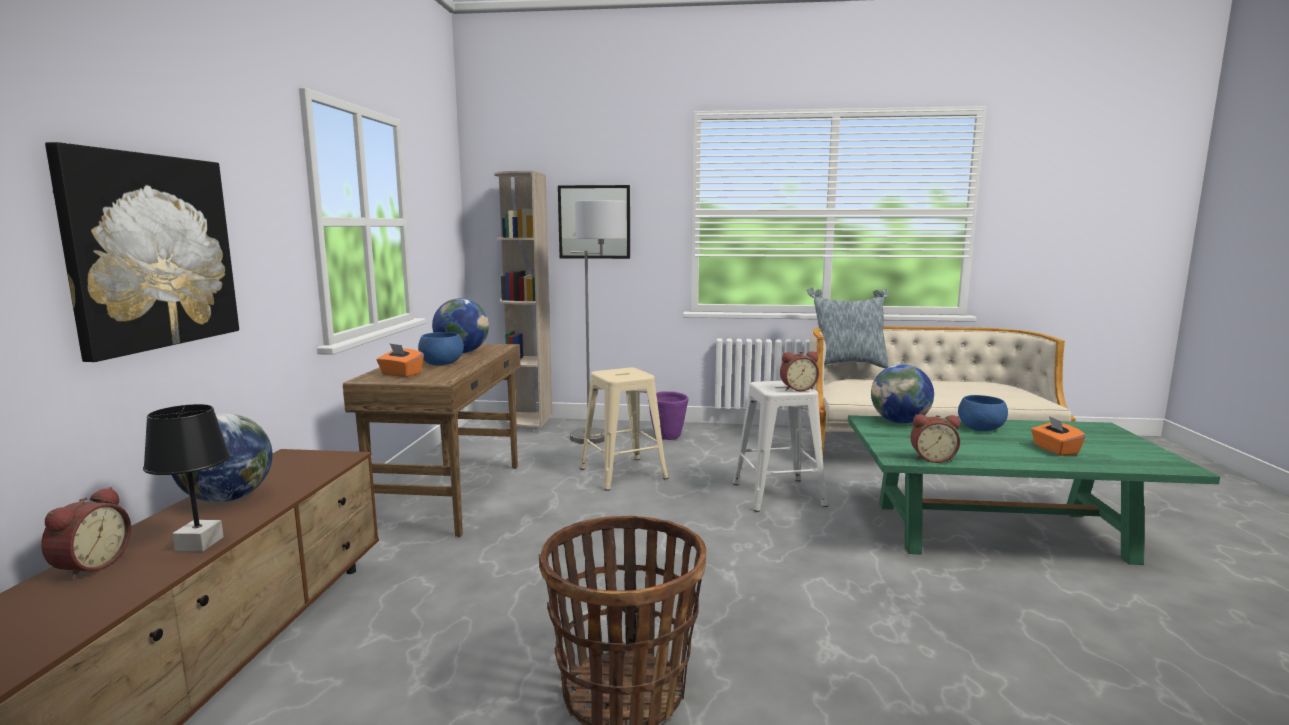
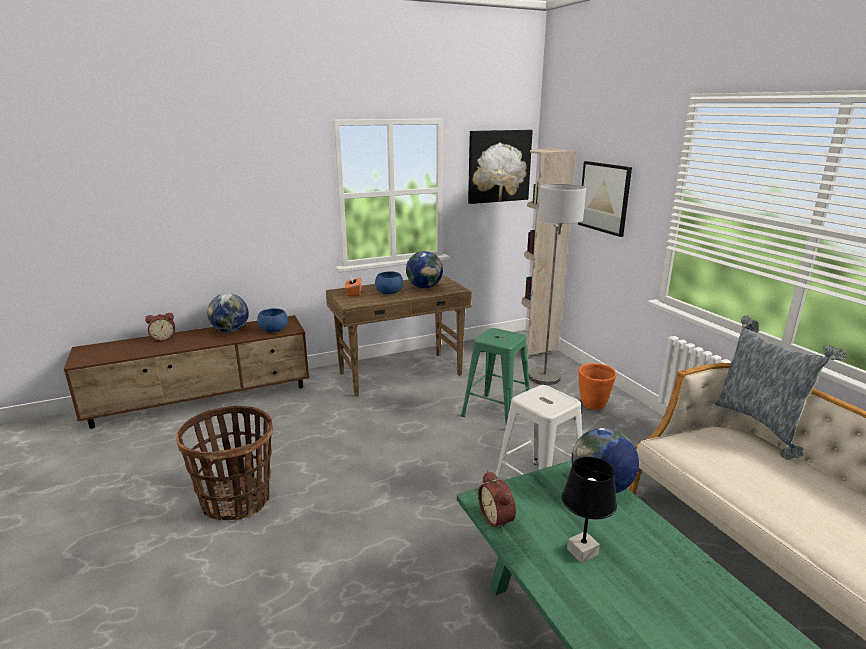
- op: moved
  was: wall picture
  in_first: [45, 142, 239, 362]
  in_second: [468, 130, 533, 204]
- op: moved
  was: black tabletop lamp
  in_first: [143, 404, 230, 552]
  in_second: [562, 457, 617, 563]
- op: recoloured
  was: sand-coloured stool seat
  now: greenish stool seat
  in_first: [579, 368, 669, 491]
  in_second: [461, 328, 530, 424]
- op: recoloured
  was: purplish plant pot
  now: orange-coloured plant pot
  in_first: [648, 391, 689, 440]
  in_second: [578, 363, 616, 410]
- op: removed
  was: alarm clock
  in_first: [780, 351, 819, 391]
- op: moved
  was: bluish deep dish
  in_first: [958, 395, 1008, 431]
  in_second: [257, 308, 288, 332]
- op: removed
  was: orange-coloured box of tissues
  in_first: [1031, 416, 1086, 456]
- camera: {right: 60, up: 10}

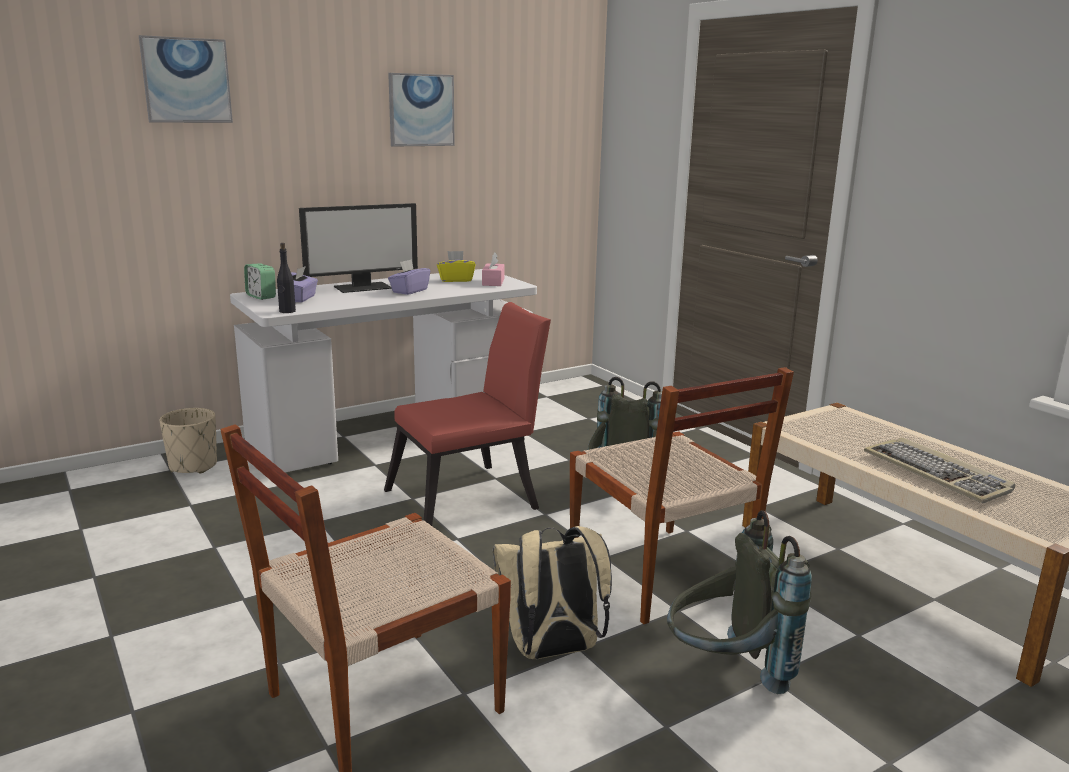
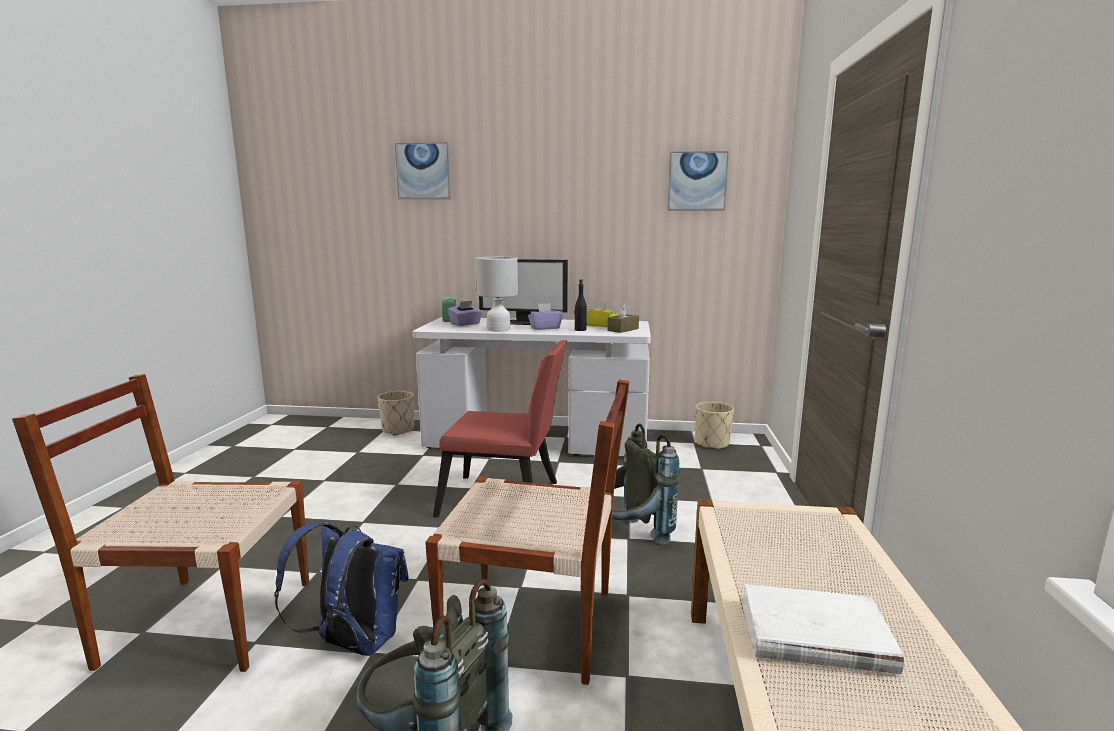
- op: moved
  was: black drink bottle
  in_first: [277, 243, 296, 313]
  in_second: [574, 279, 587, 331]
- op: moved
  was: wall picture
  in_first: [388, 73, 455, 147]
  in_second: [667, 151, 729, 211]
- op: recoloured
  was: pink box of tissues
  now: brown box of tissues
  in_first: [482, 252, 505, 286]
  in_second: [607, 304, 639, 333]
- op: recoloured
  was: sand-coloured backpack
  now: bluish backpack
  in_first: [493, 526, 612, 659]
  in_second: [274, 521, 409, 656]
- op: turned
  was: chair
  in_first: [570, 367, 794, 624]
  in_second: [425, 379, 630, 685]
  clockwise: -90
- op: replaced
  was: keyboard
  now: white-coloured book
  in_first: [864, 437, 1015, 503]
  in_second: [741, 584, 904, 674]
- op: added
  now: gray tabletop lamp
  in_second: [476, 257, 518, 332]
- op: added
  now: sand-coloured plant pot
  in_second: [695, 401, 734, 450]
- camera: {right: 40, up: -5}

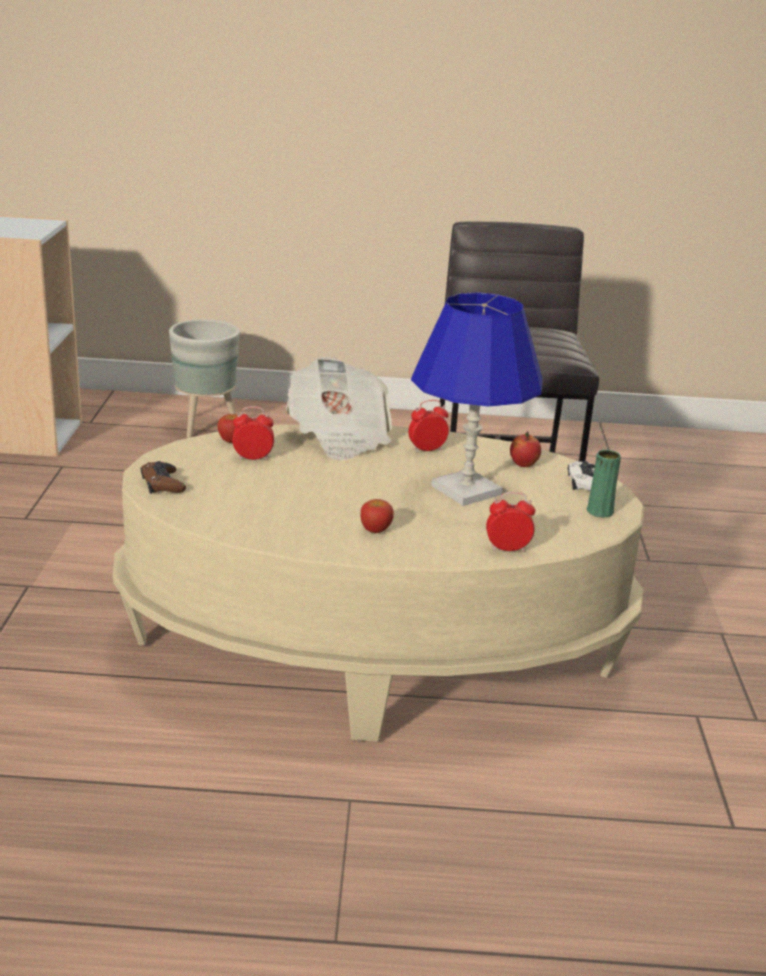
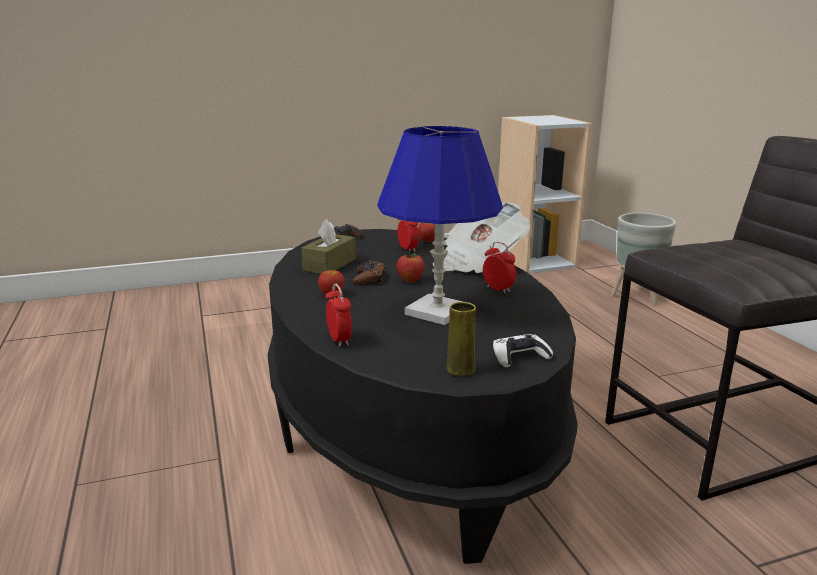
- op: recoloured
  was: sand-coloured coffee table
  now: black coffee table
  in_first: [113, 424, 644, 742]
  in_second: [268, 229, 578, 564]
- op: moved
  was: apple fruit
  in_first: [510, 431, 541, 467]
  in_second: [397, 250, 425, 283]
- op: recoloured
  was: greenish vase
  now: yellowish vase
  in_first: [587, 450, 621, 517]
  in_second: [446, 302, 476, 377]
- op: added
  now: brown box of tissues
  in_second: [301, 219, 356, 274]
- op: added
  now: brown joypad
  in_second: [352, 260, 385, 285]
- camera: {right: 70, up: -5}

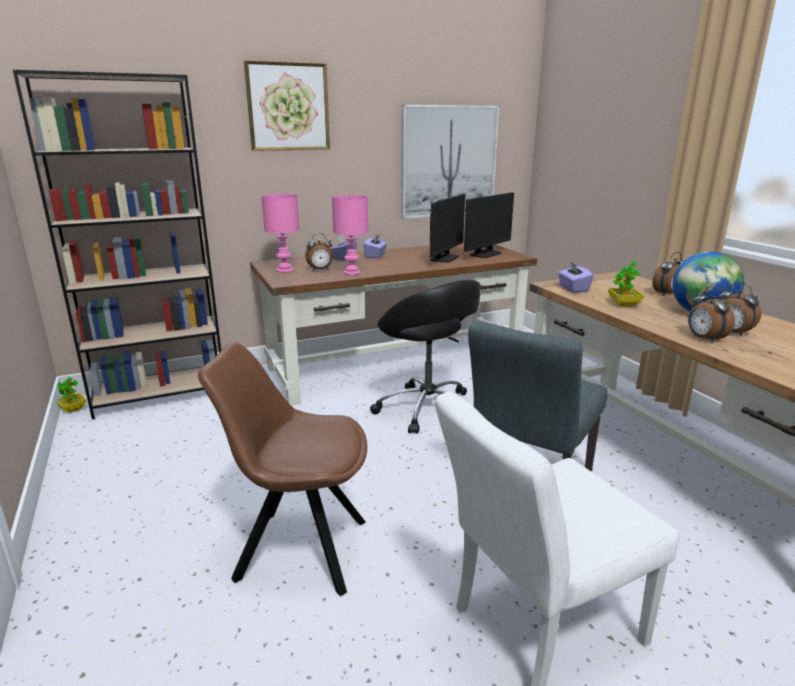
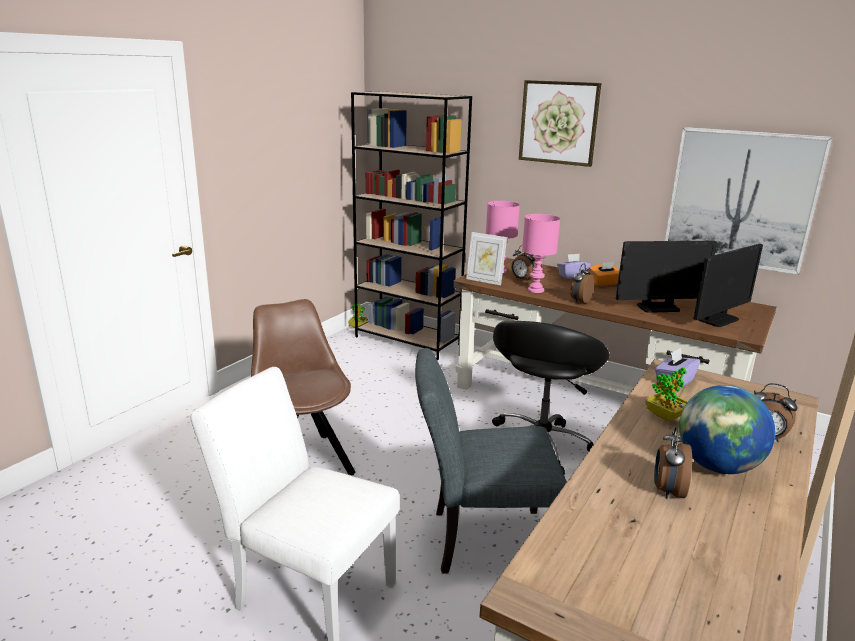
- op: recoloured
  was: purplish box of tissues
  now: orange-coloured box of tissues
  in_first: [363, 234, 387, 258]
  in_second: [588, 262, 620, 286]
- op: turned
  was: computer screen
  in_first: [464, 192, 514, 258]
  in_second: [694, 244, 763, 327]
  clockwise: -45
- op: moved
  was: alarm clock
  in_first: [688, 286, 735, 343]
  in_second: [570, 263, 594, 304]
- op: added
  now: photo frame
  in_second: [466, 232, 507, 285]
- camera: {right: 55, up: 0}

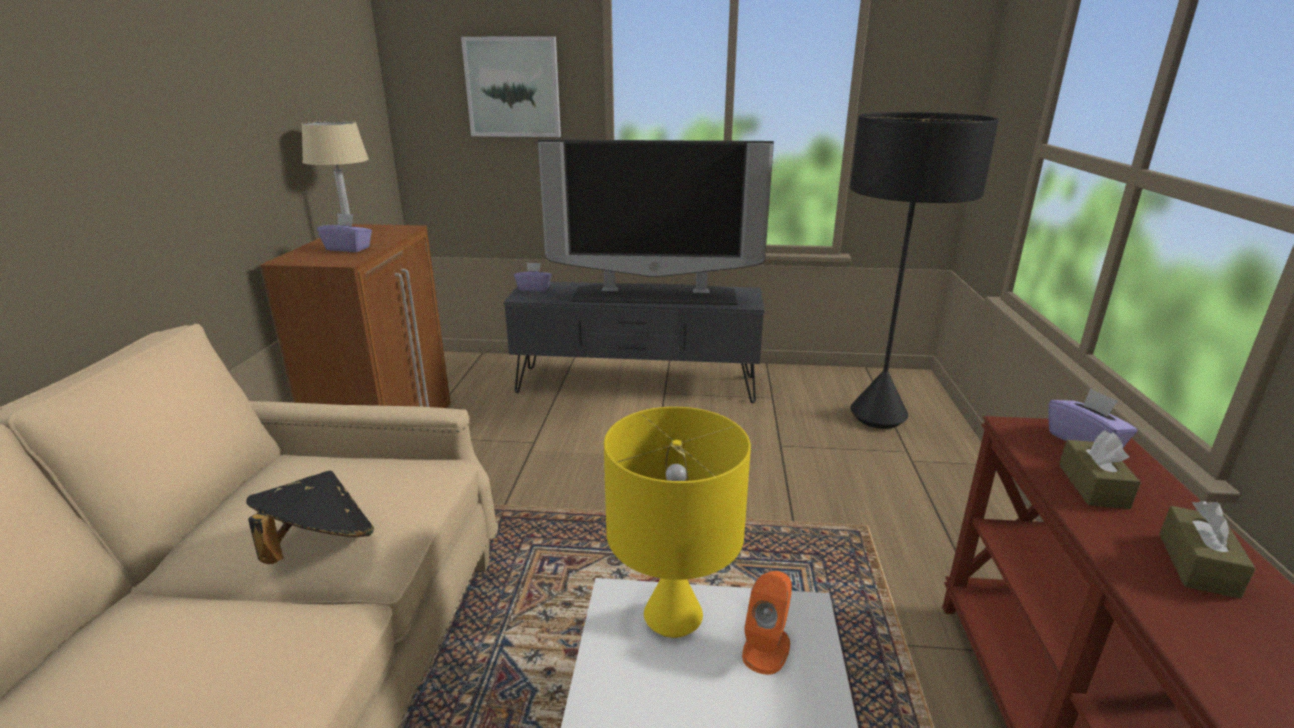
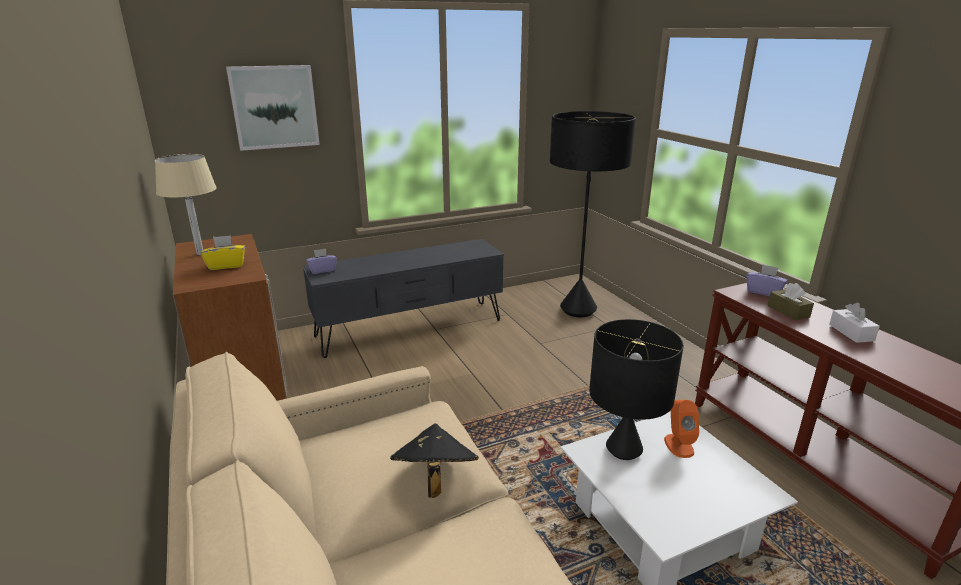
- op: recoloured
  was: purplish box of tissues
  now: yellowish box of tissues
  in_first: [317, 214, 372, 252]
  in_second: [201, 235, 245, 270]
- op: removed
  was: TV set
  in_first: [538, 139, 774, 305]
- op: recoloured
  was: yellowish tabletop lamp
  now: black tabletop lamp
  in_first: [604, 407, 751, 638]
  in_second: [589, 319, 684, 460]
- op: recoloured
  was: brown box of tissues
  now: white-coloured box of tissues
  in_first: [1159, 501, 1256, 599]
  in_second: [829, 303, 880, 343]
- camera: {right: -30, up: 0}

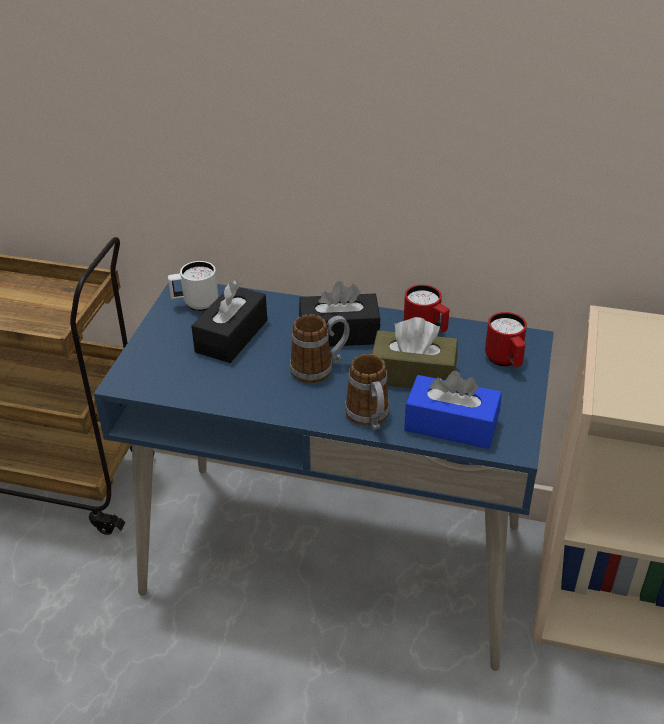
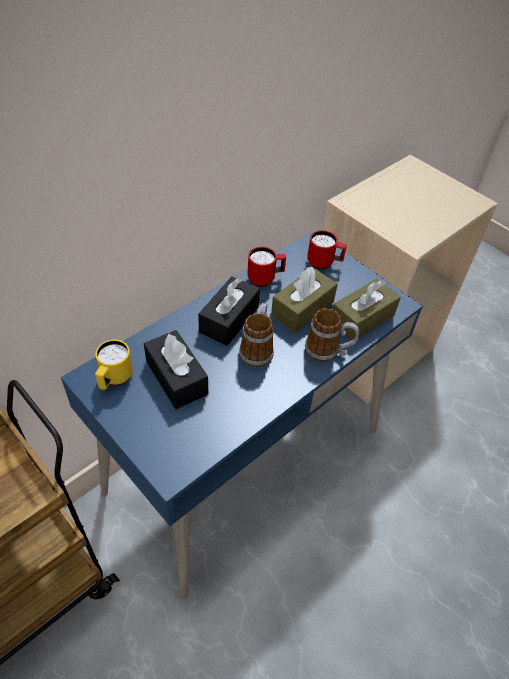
- op: recoloured
  was: white-coloured mug
  now: yellowish mug
  in_first: [168, 261, 218, 311]
  in_second: [95, 339, 133, 390]
- op: recoloured
  was: bluish box of tissues
  now: brown box of tissues
  in_first: [404, 371, 502, 449]
  in_second: [333, 279, 401, 341]
- camera: {right: -60, up: 10}

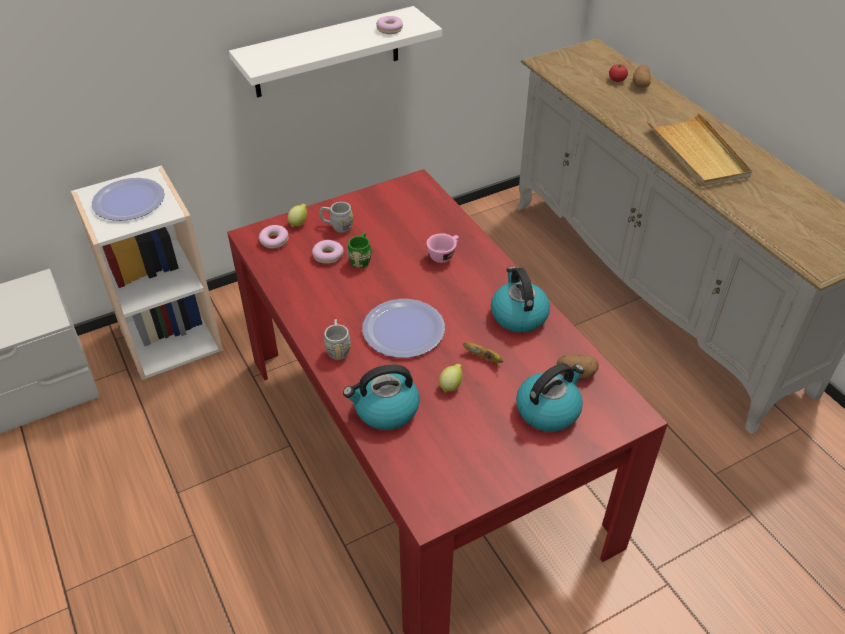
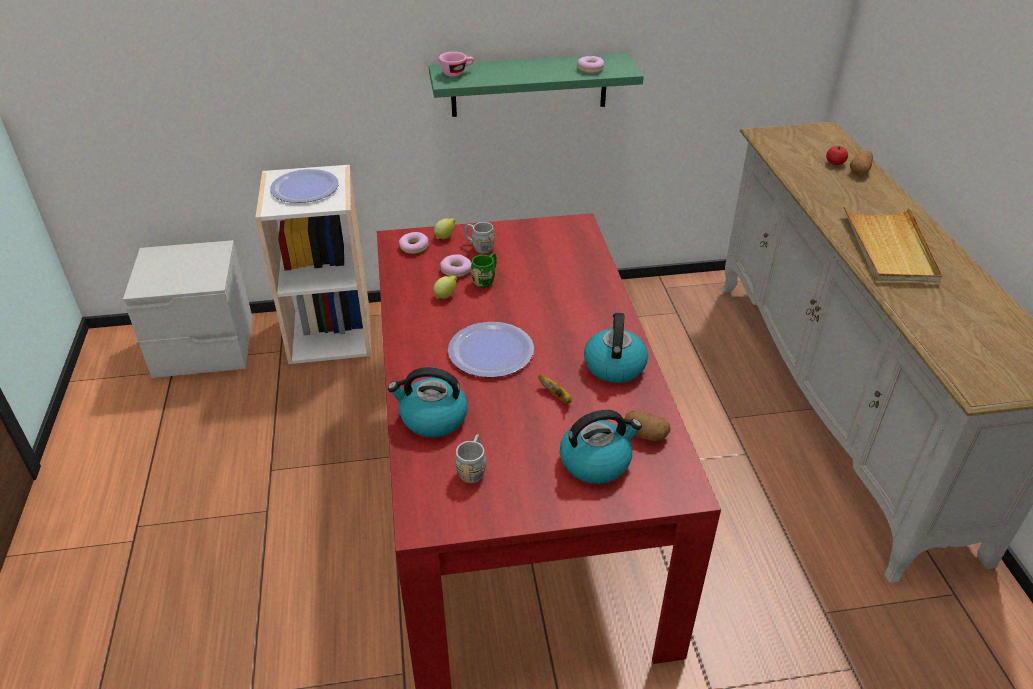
- op: recoloured
  was: white-coloured bracket shelf
  now: greenish bracket shelf
  in_first: [229, 6, 442, 98]
  in_second: [429, 53, 644, 117]
- op: moved
  was: gray mug
  in_first: [324, 319, 351, 360]
  in_second: [455, 435, 486, 483]
- op: moved
  was: pink drinking cup
  in_first: [426, 233, 459, 263]
  in_second: [439, 52, 474, 77]
- op: moved
  was: citrus fruit
  in_first: [439, 364, 463, 392]
  in_second: [433, 275, 457, 299]
- camera: {right: 20, up: -5}

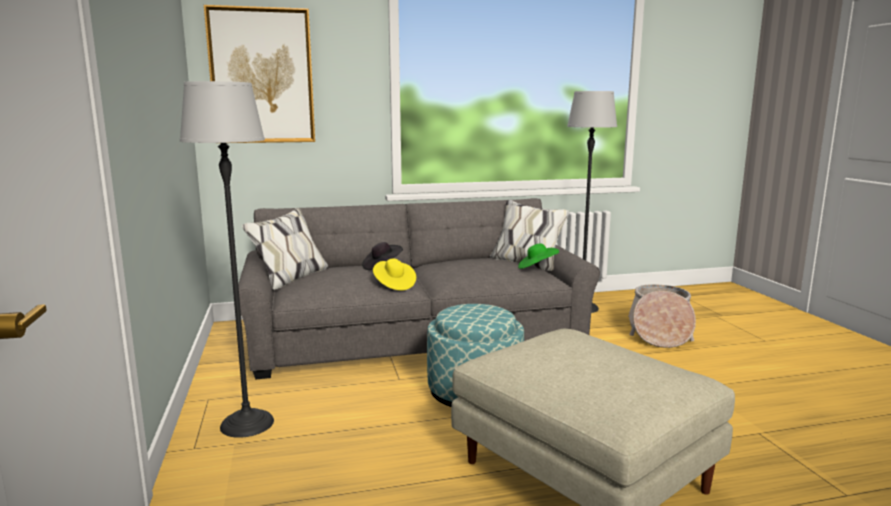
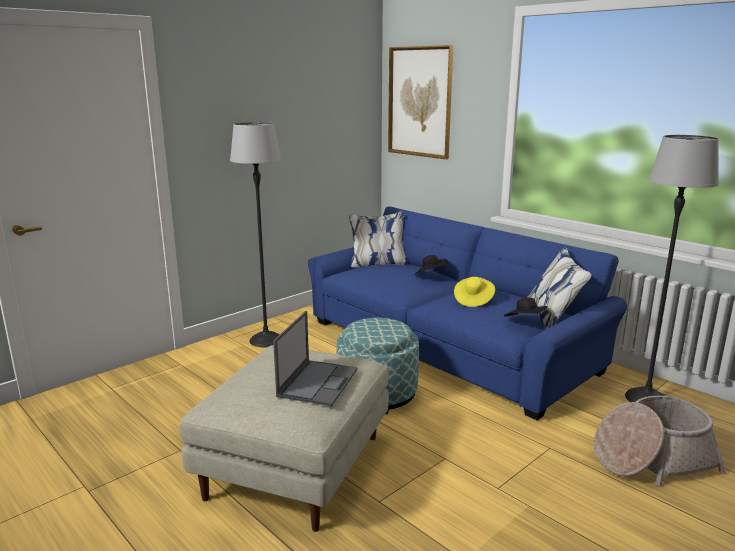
- op: recoloured
  was: gray settee
  now: bluish settee
  in_first: [238, 198, 600, 379]
  in_second: [308, 207, 627, 420]
- op: moved
  was: yellowish clothing hat
  in_first: [373, 258, 416, 291]
  in_second: [454, 277, 495, 307]
- op: recoloured
  was: greenish clothing hat
  now: black clothing hat
  in_first: [518, 243, 559, 269]
  in_second: [504, 298, 548, 317]
- op: added
  now: portable computer
  in_second: [273, 311, 358, 406]
- camera: {right: 60, up: 5}

